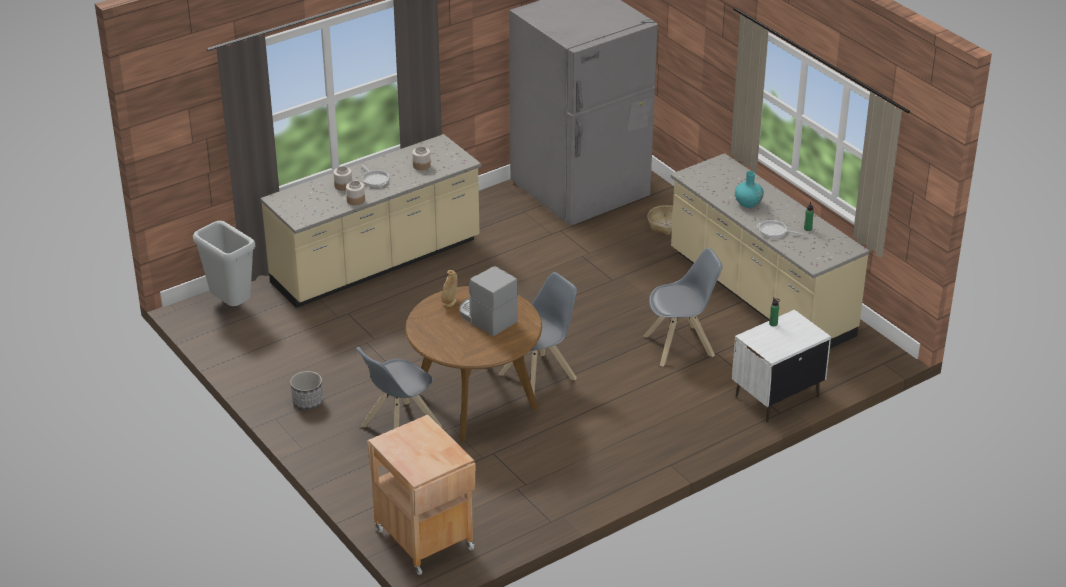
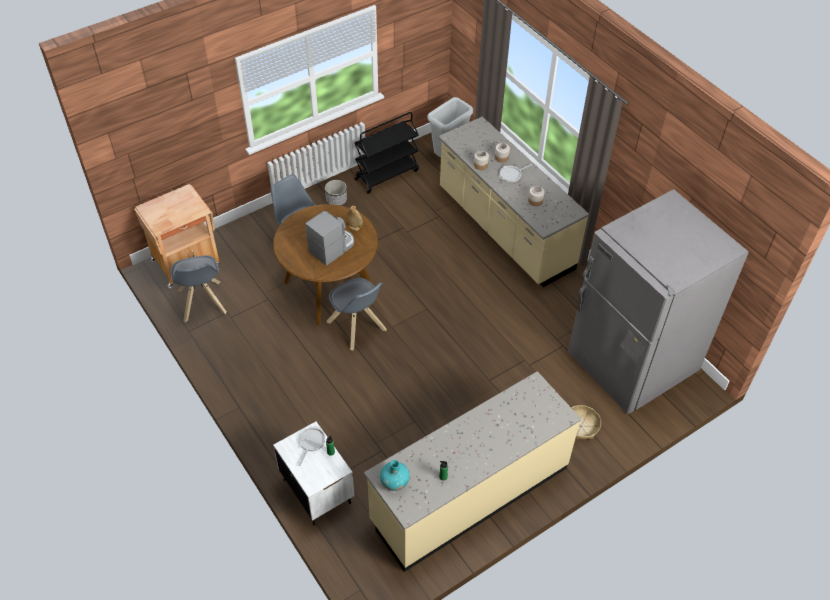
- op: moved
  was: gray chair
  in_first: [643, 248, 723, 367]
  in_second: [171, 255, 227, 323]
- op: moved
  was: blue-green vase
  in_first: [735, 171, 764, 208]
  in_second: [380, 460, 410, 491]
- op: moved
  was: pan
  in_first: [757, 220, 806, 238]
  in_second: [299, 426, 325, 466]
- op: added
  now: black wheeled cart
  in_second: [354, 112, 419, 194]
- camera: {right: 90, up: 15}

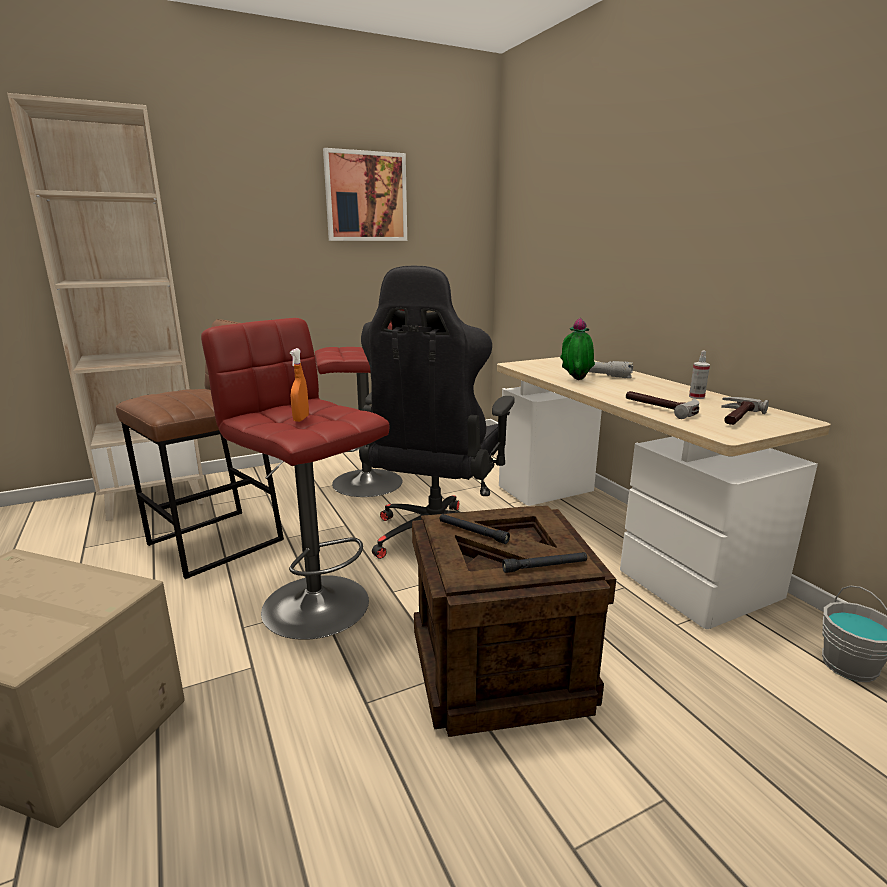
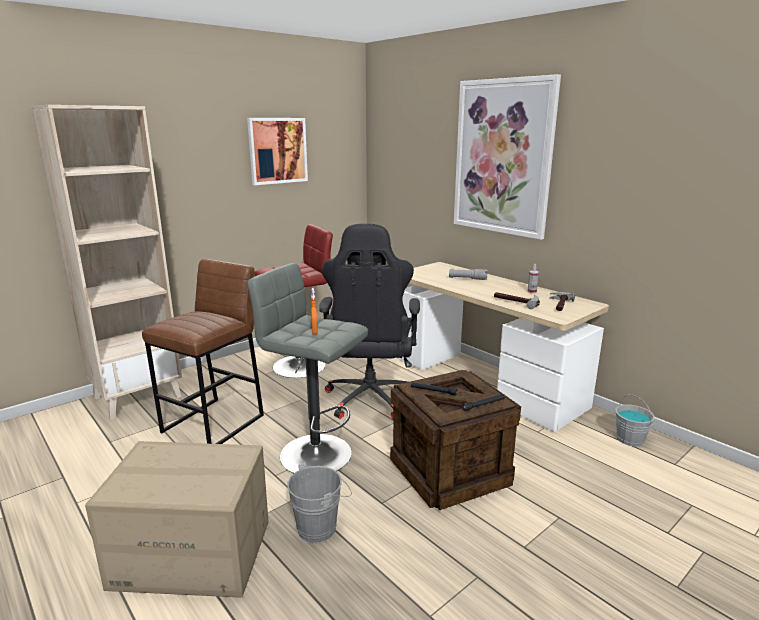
- op: recoloured
  was: reddish stool seat
  now: gray stool seat
  in_first: [201, 318, 389, 640]
  in_second: [247, 263, 368, 473]
- op: removed
  was: houseplant
  in_first: [560, 318, 595, 380]
- op: added
  now: gray bucket
  in_second: [287, 462, 352, 543]
- op: added
  now: wall picture
  in_second: [454, 74, 561, 240]
- camera: {right: -15, up: 0}

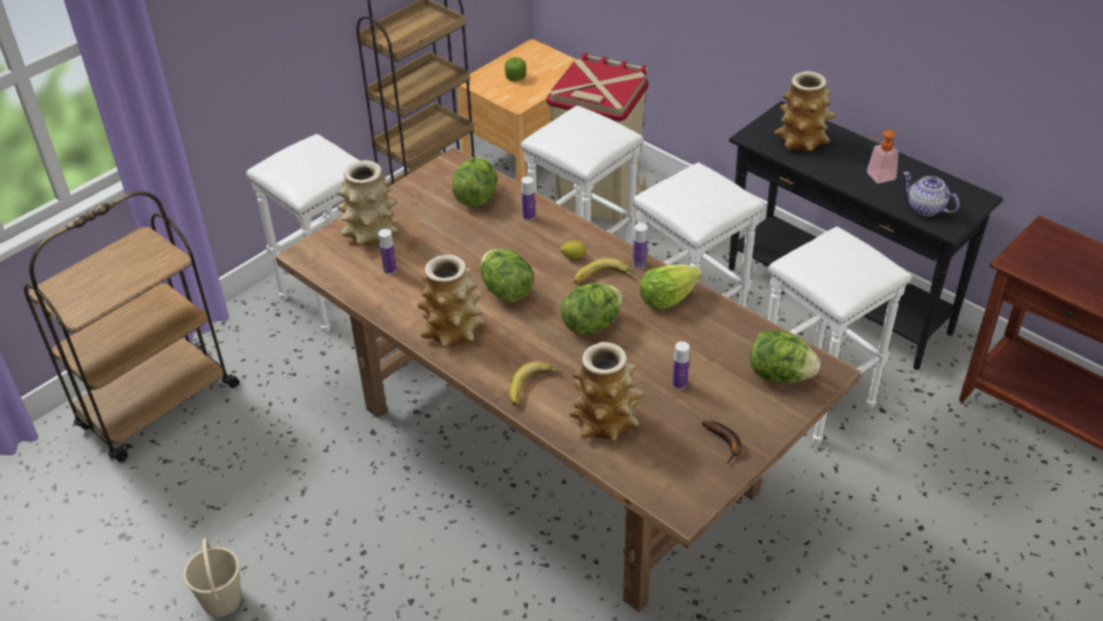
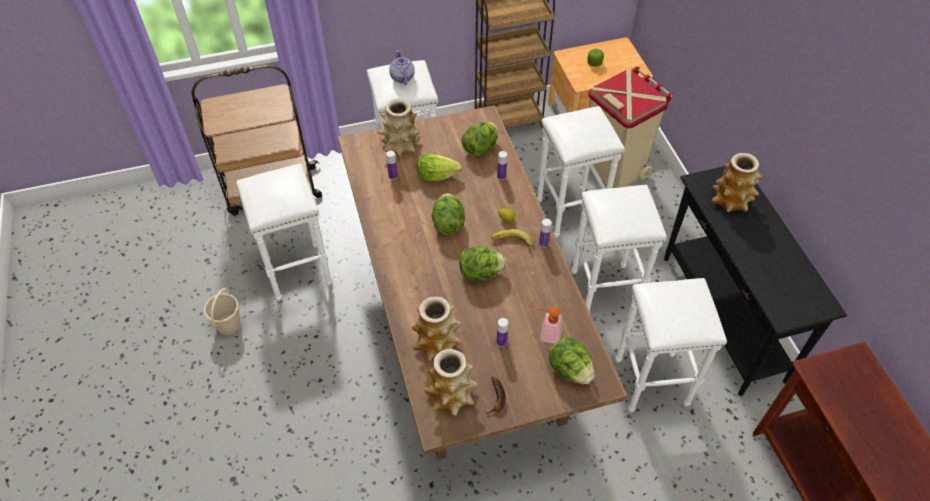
- op: moved
  was: vase
  in_first: [417, 255, 485, 348]
  in_second: [424, 349, 478, 416]
- op: removed
  was: banana
  in_first: [508, 361, 562, 405]
- op: moved
  was: lettuce
  in_first: [639, 264, 702, 310]
  in_second: [417, 153, 462, 181]
- op: moved
  was: liquid soap bottle
  in_first: [867, 130, 899, 184]
  in_second: [535, 307, 562, 344]
- op: moved
  was: pot for tea
  in_first: [903, 172, 960, 216]
  in_second: [389, 50, 414, 85]
- op: added
  now: white-coloured stool seat
  in_second: [236, 164, 332, 301]
- camera: {right: 30, up: 10}

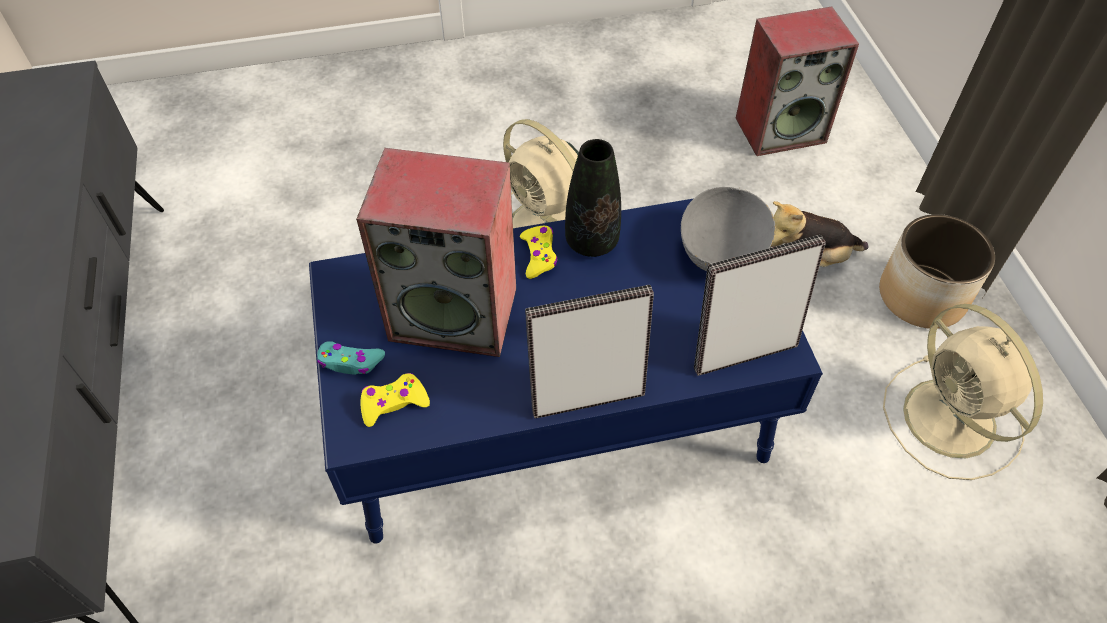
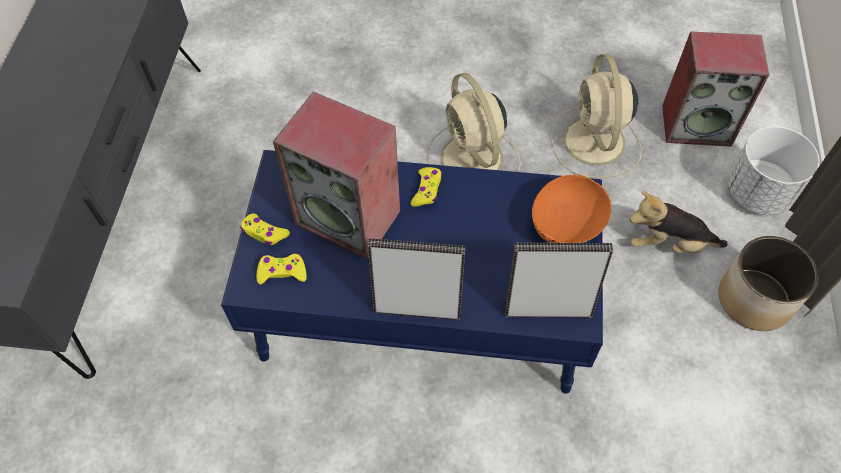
- op: recoloured
  was: blue-green joypad
  now: yellowish joypad
  in_first: [317, 341, 385, 375]
  in_second: [240, 213, 290, 245]
- op: removed
  was: black vase
  in_first: [565, 139, 621, 257]
- op: recoloured
  was: gray deep dish
  now: orange-coloured deep dish
  in_first: [681, 187, 776, 271]
  in_second: [532, 175, 612, 243]
- op: moved
  was: sand-coloured electric fan
  in_first: [883, 304, 1043, 480]
  in_second: [551, 54, 642, 178]
- op: added
  now: white-coloured plant pot
  in_second: [727, 126, 820, 215]
- camera: {right: 20, up: 5}

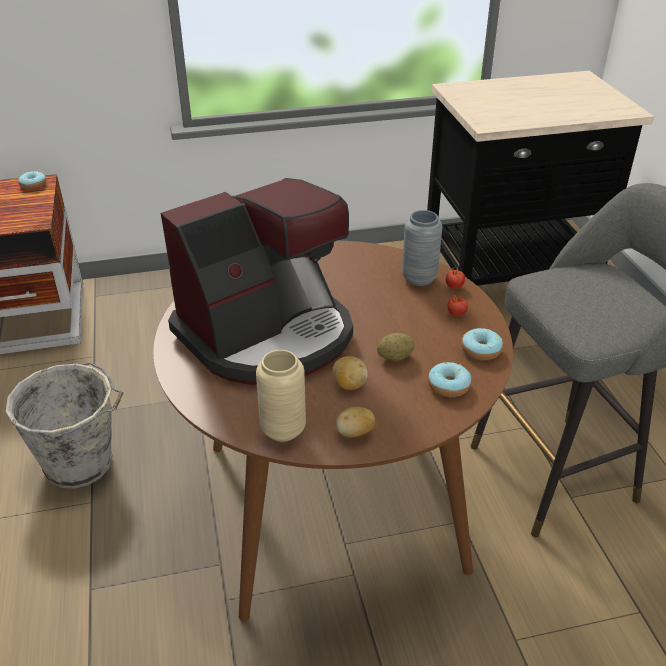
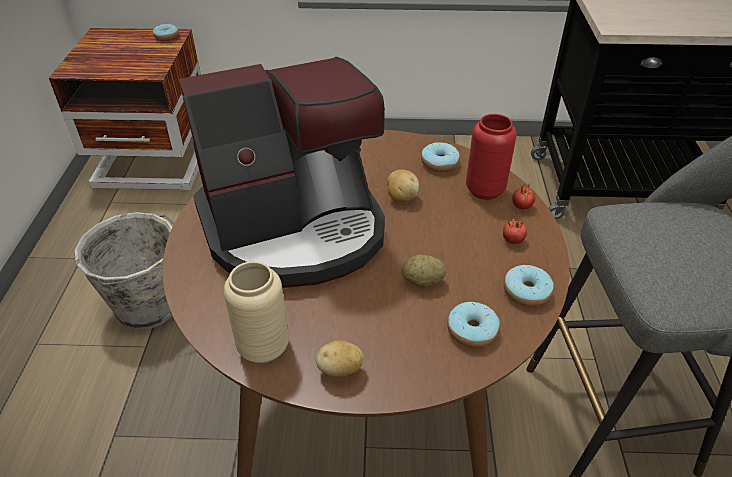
- op: moved
  was: spud
  in_first: [332, 356, 368, 390]
  in_second: [387, 170, 419, 202]
- op: recoloured
  was: gray vase
  now: reddish vase
  in_first: [402, 210, 442, 286]
  in_second: [466, 114, 517, 200]
- op: added
  now: doughnut
  in_second: [421, 142, 460, 172]
- camera: {right: 15, up: 5}

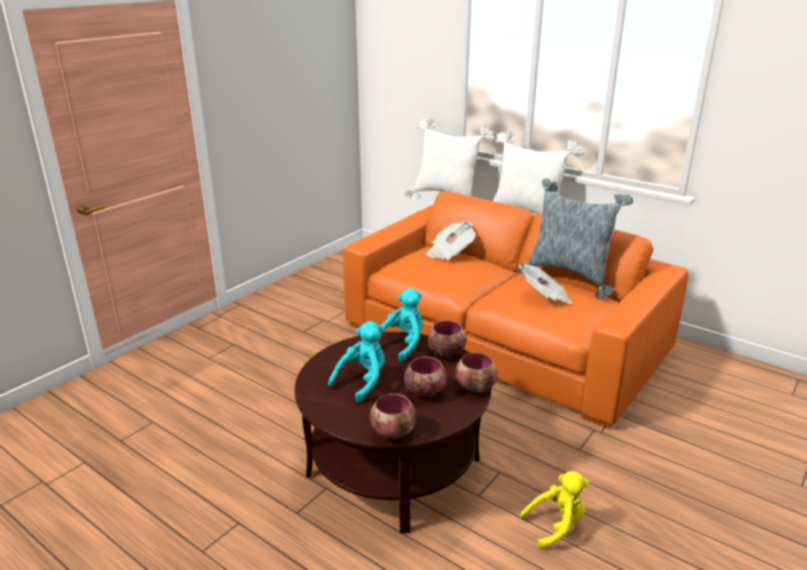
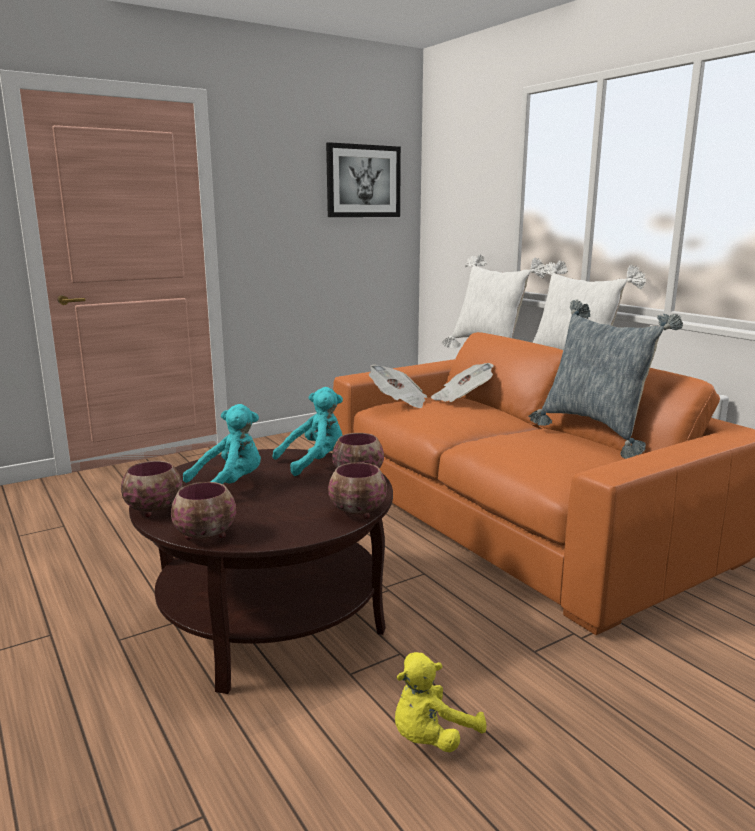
- op: moved
  was: deep dish
  in_first: [404, 357, 447, 400]
  in_second: [121, 461, 183, 517]
- op: moved
  was: printed paper
  in_first: [519, 265, 573, 304]
  in_second: [369, 365, 427, 408]
- op: turned
  was: yellowish soft toy
  in_first: [519, 471, 589, 550]
  in_second: [395, 652, 486, 752]
  clockwise: 135
- op: added
  now: wall picture
  in_second: [326, 142, 401, 217]
- camera: {right: 20, up: -10}

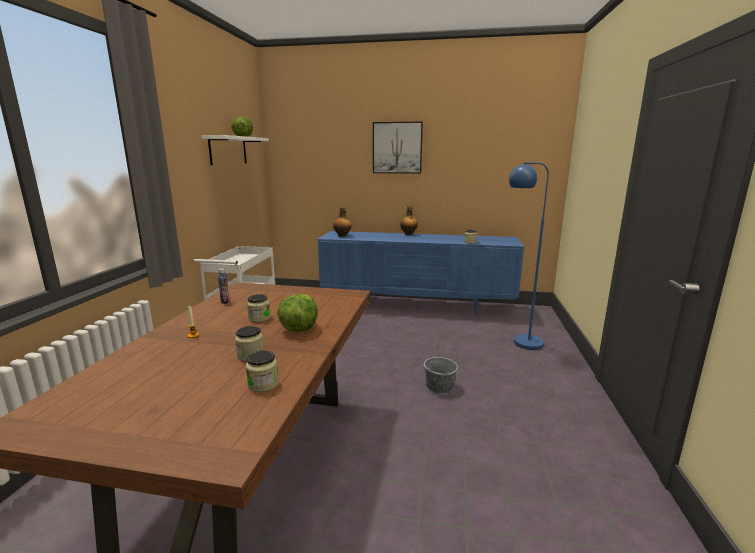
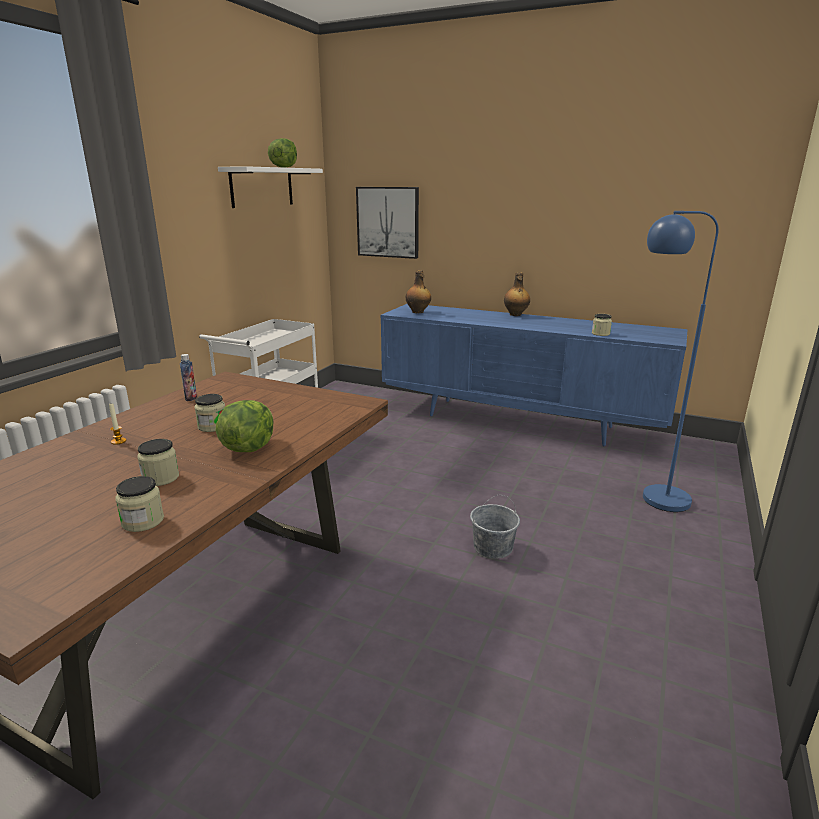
- op: moved
  was: wall picture
  in_first: [373, 121, 423, 174]
  in_second: [356, 187, 419, 259]
- camera: {right: 15, up: 5}

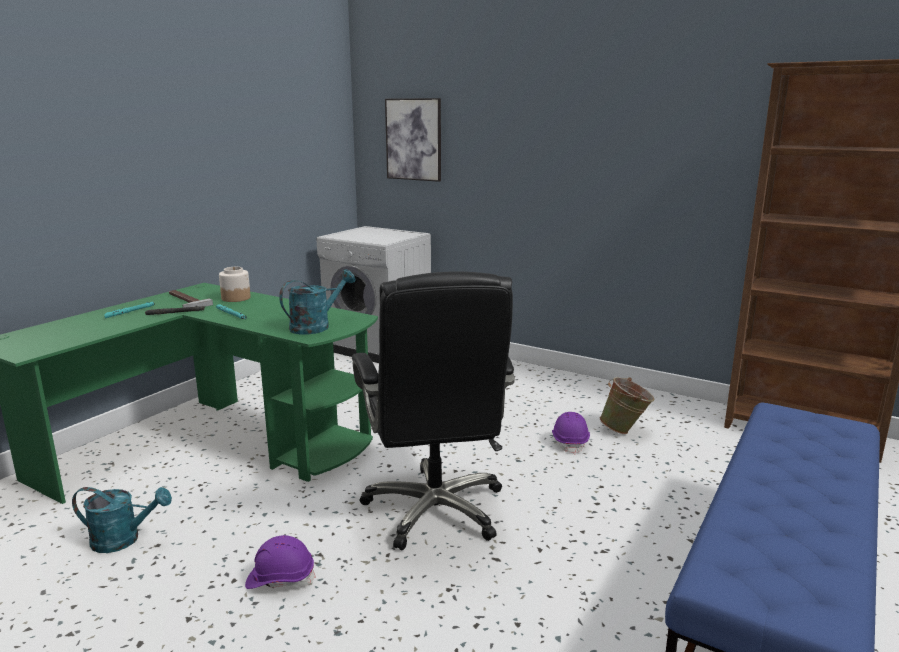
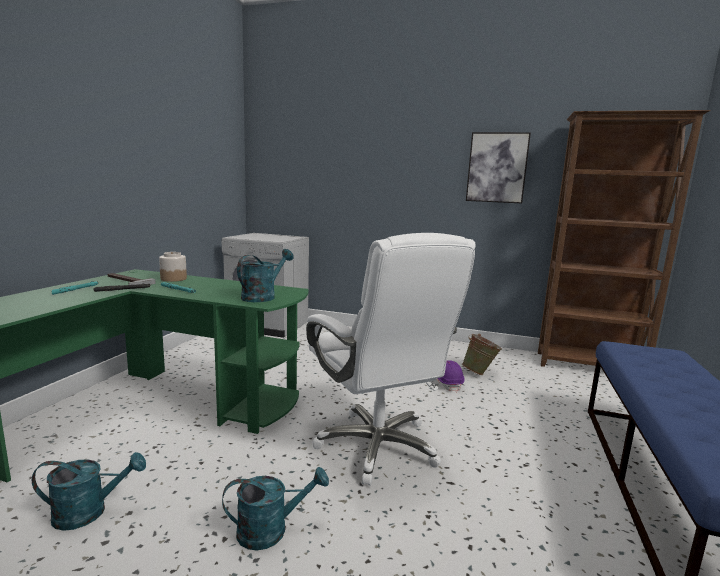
- op: replaced
  was: purplish hard hat
  now: blue-green watering can
  in_first: [245, 535, 316, 589]
  in_second: [222, 467, 329, 551]
- op: recoloured
  was: black computer chair
  now: white-coloured computer chair
  in_first: [352, 271, 515, 550]
  in_second: [306, 233, 476, 486]
- op: moved
  was: wall picture
  in_first: [385, 98, 441, 182]
  in_second: [466, 132, 531, 204]
- camera: {right: -15, up: -5}

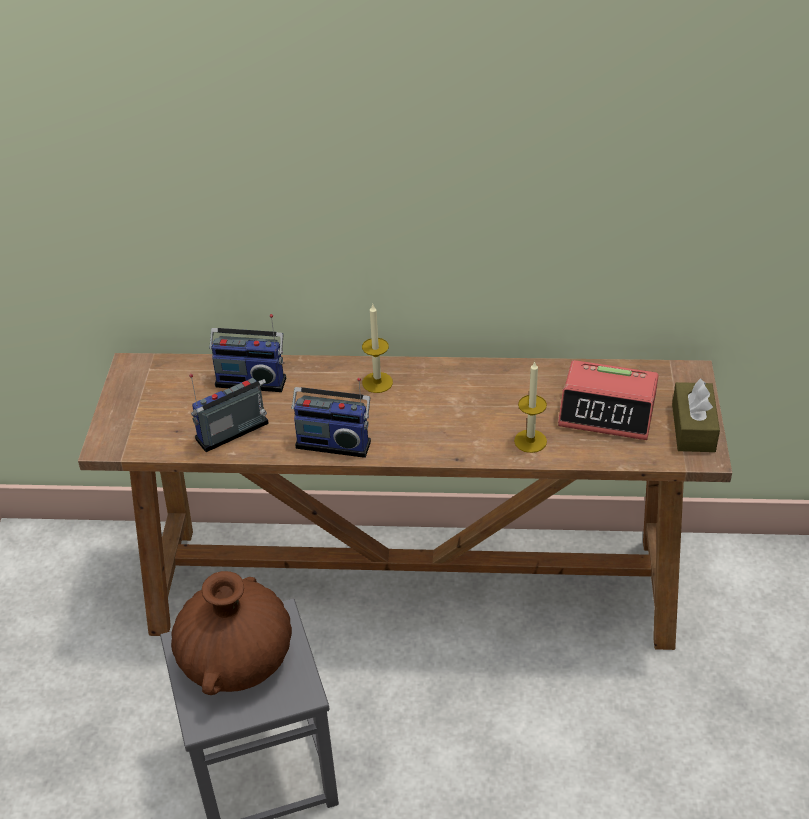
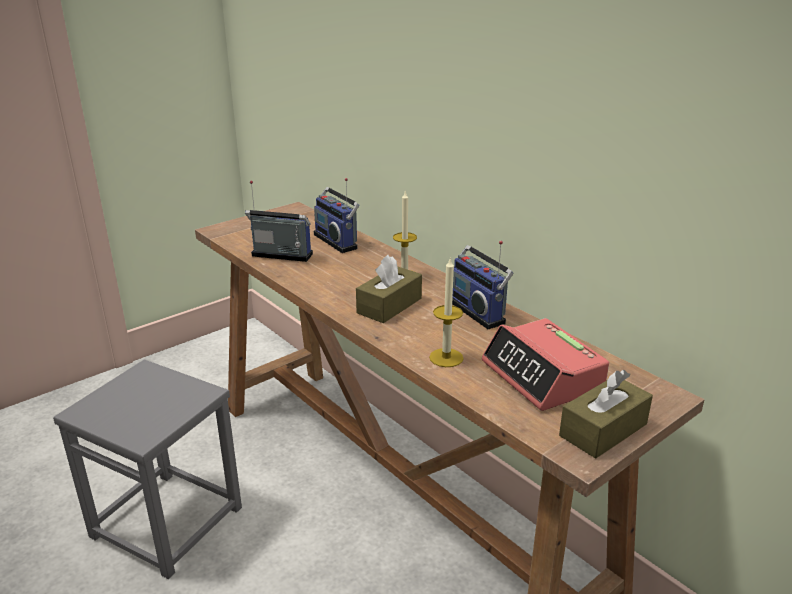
- op: removed
  was: brown vase
  in_first: [171, 571, 292, 695]
- op: moved
  was: radio
  in_first: [291, 377, 371, 458]
  in_second: [452, 241, 514, 329]
- op: added
  now: brown box of tissues
  in_second: [356, 255, 422, 323]
- camera: {right: 45, up: -15}

